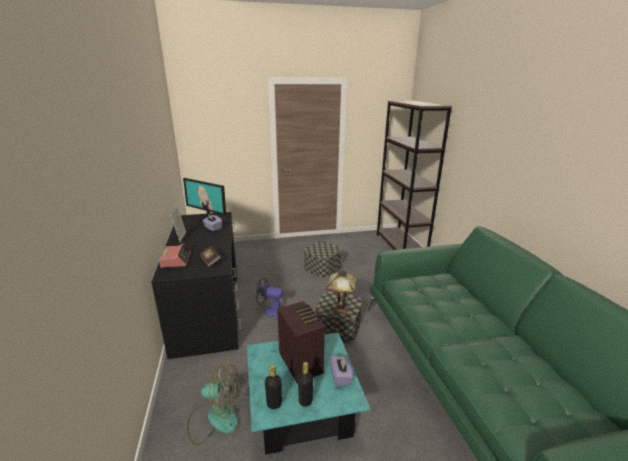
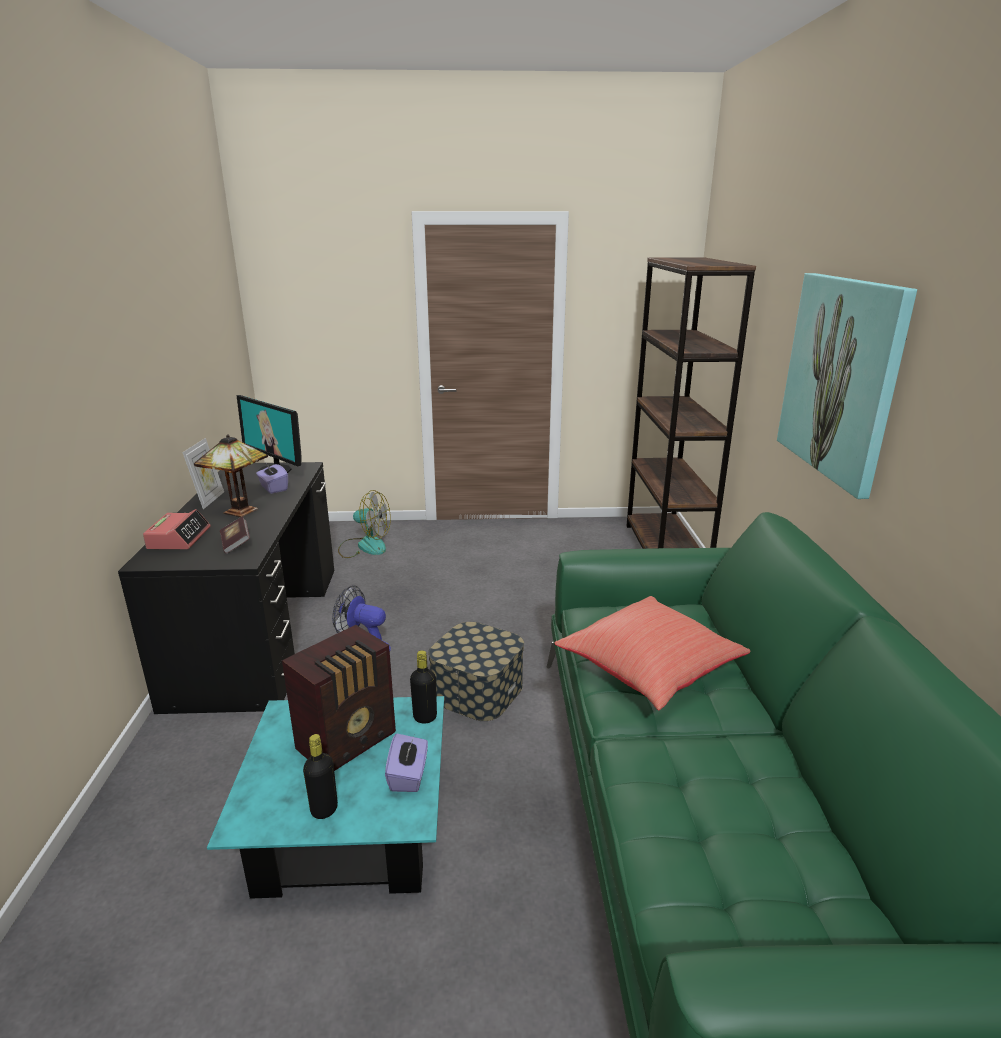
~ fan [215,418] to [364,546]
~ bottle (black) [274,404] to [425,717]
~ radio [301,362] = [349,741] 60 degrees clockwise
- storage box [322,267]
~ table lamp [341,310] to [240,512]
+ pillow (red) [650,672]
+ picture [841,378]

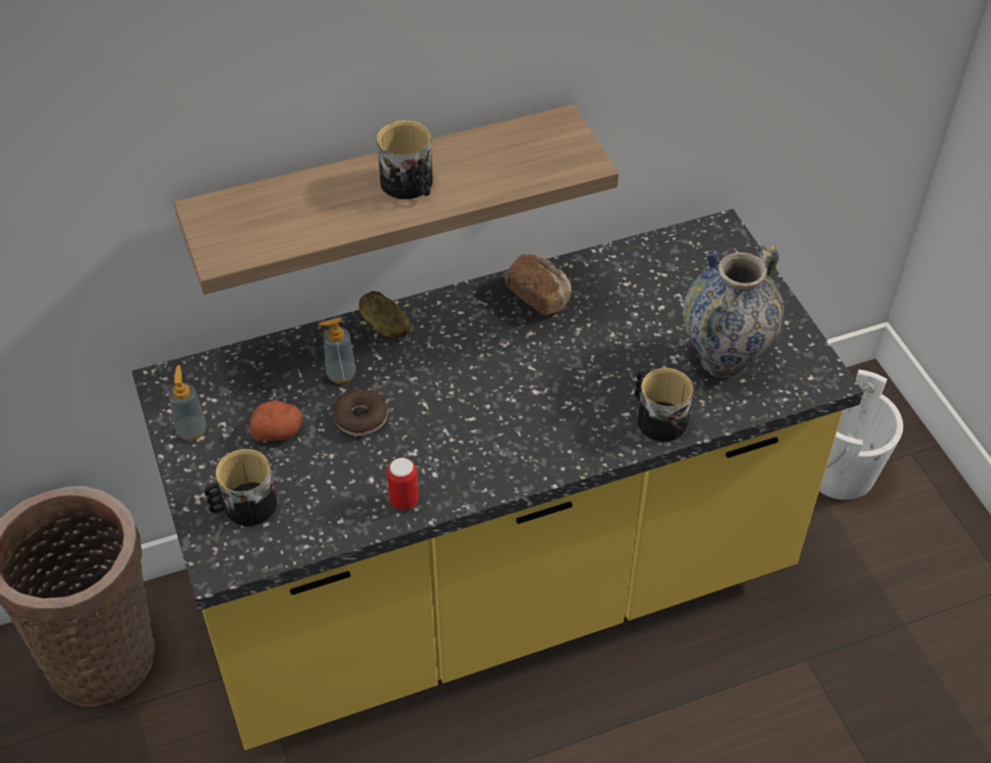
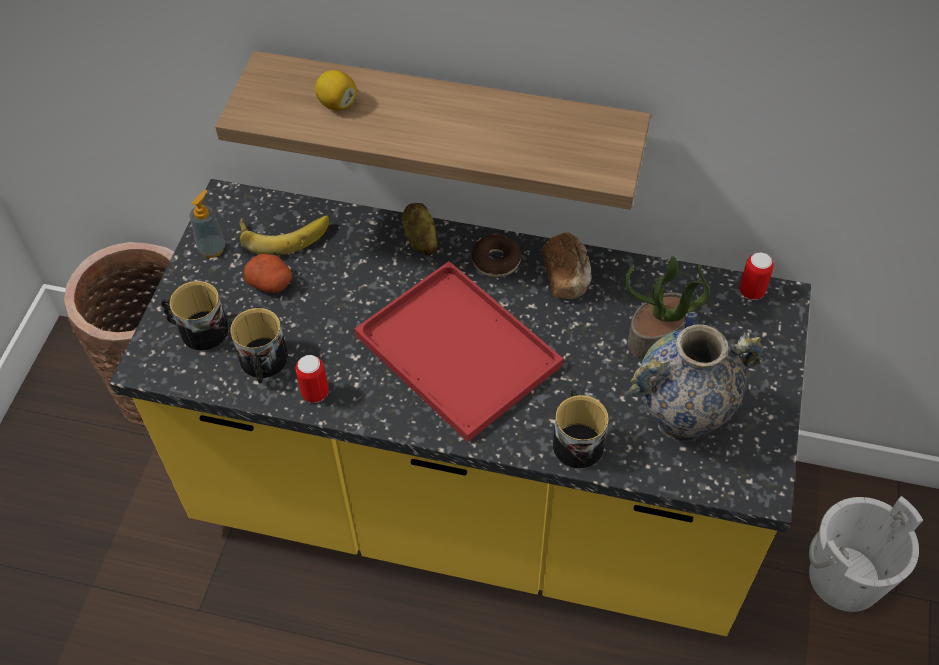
- soap dispenser [341,374]
~ donut [361,418] to [496,261]
~ mug [410,185] to [263,363]
+ banana [284,232]
+ lemon [337,103]
+ tray (red) [462,352]
+ potted plant [657,337]
+ can [751,291]

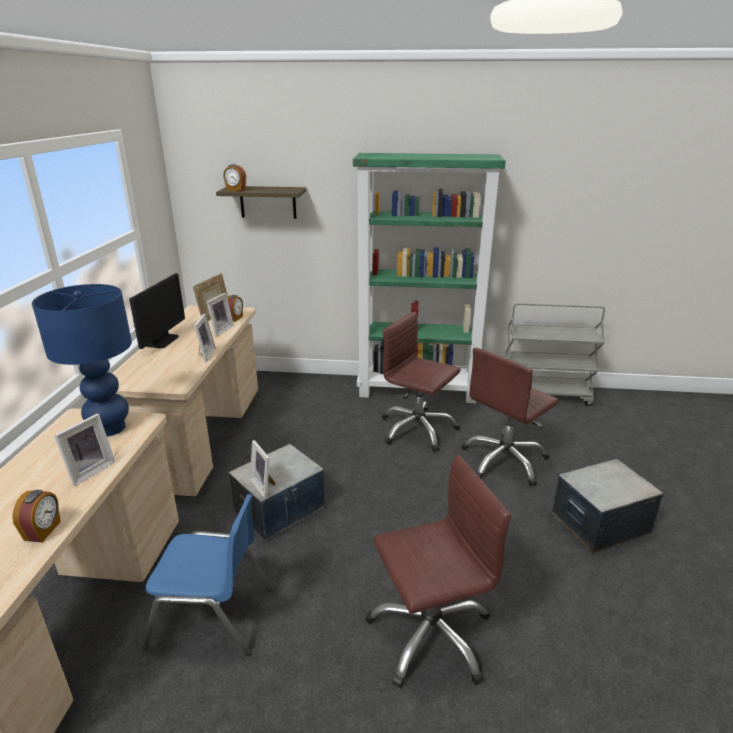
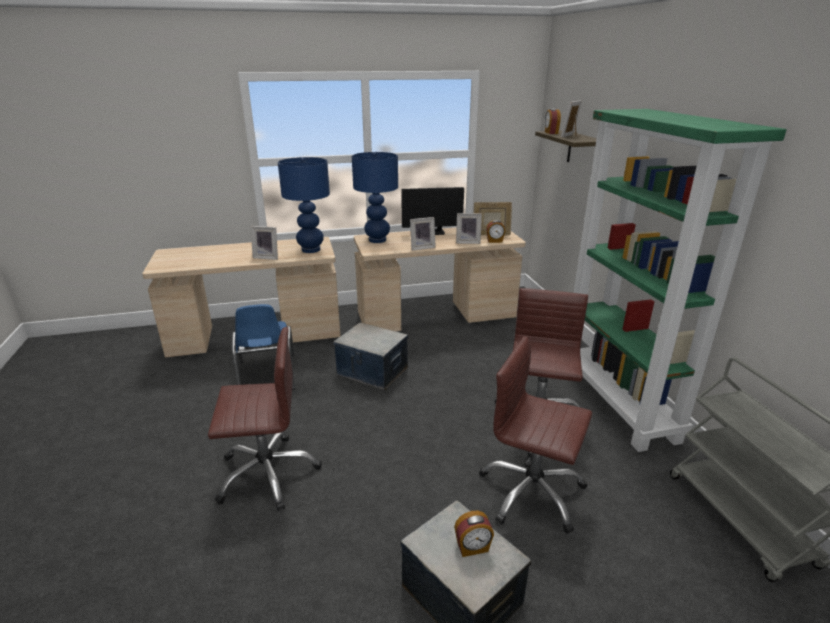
~ alarm clock [43,531] to [472,547]
~ picture frame [264,485] to [571,136]
~ office chair (brown) [430,634] = [267,473] 60 degrees counterclockwise
+ table lamp (blue) [377,240]

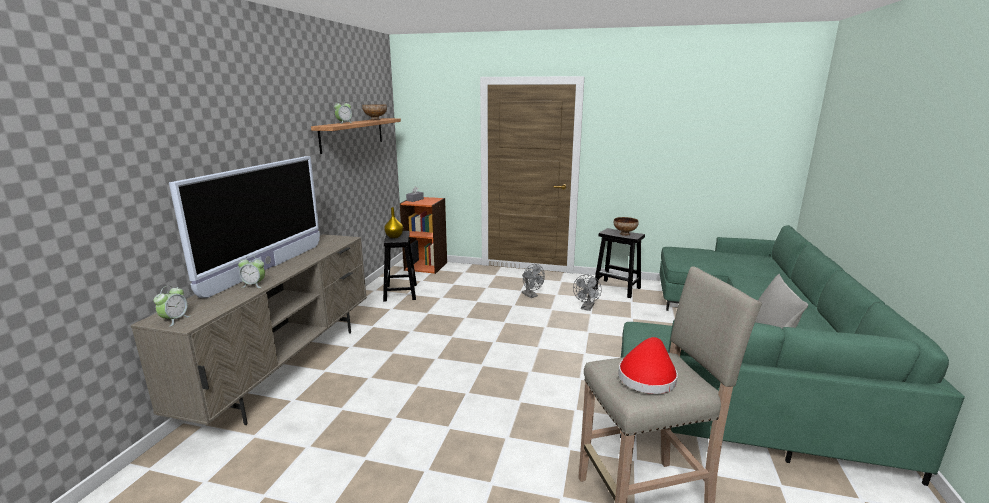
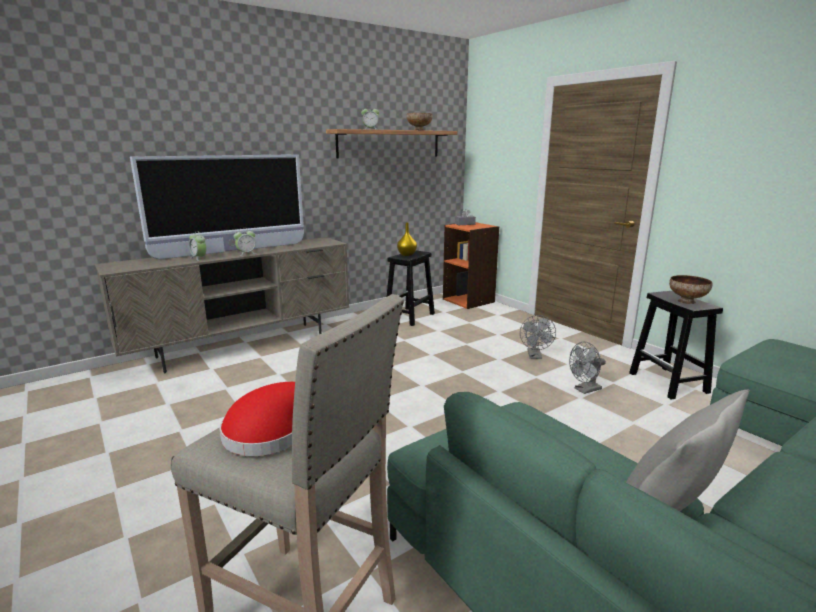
~ alarm clock [175,320] to [246,254]

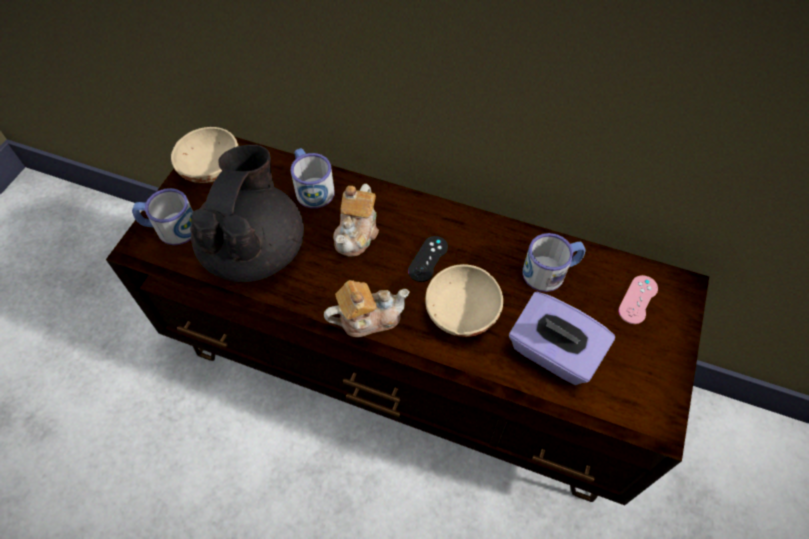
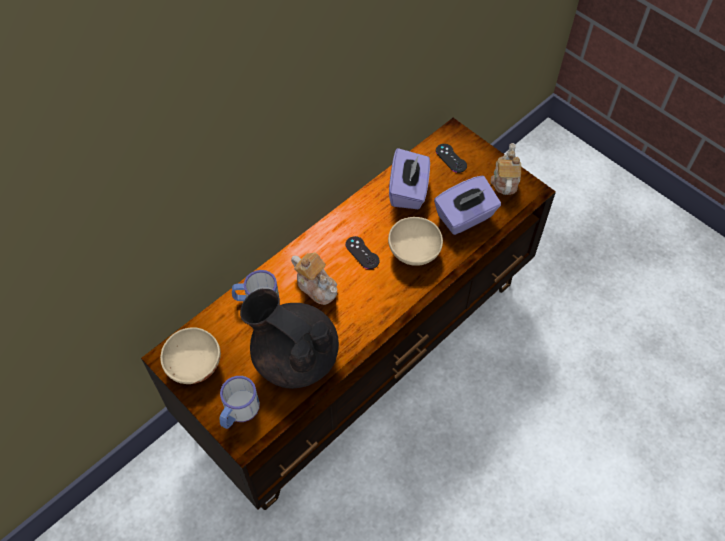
~ teapot [368,317] to [505,180]
~ mug [551,271] to tissue box (purple) [408,191]
~ game controller (pink) [638,299] to game controller (black) [451,158]

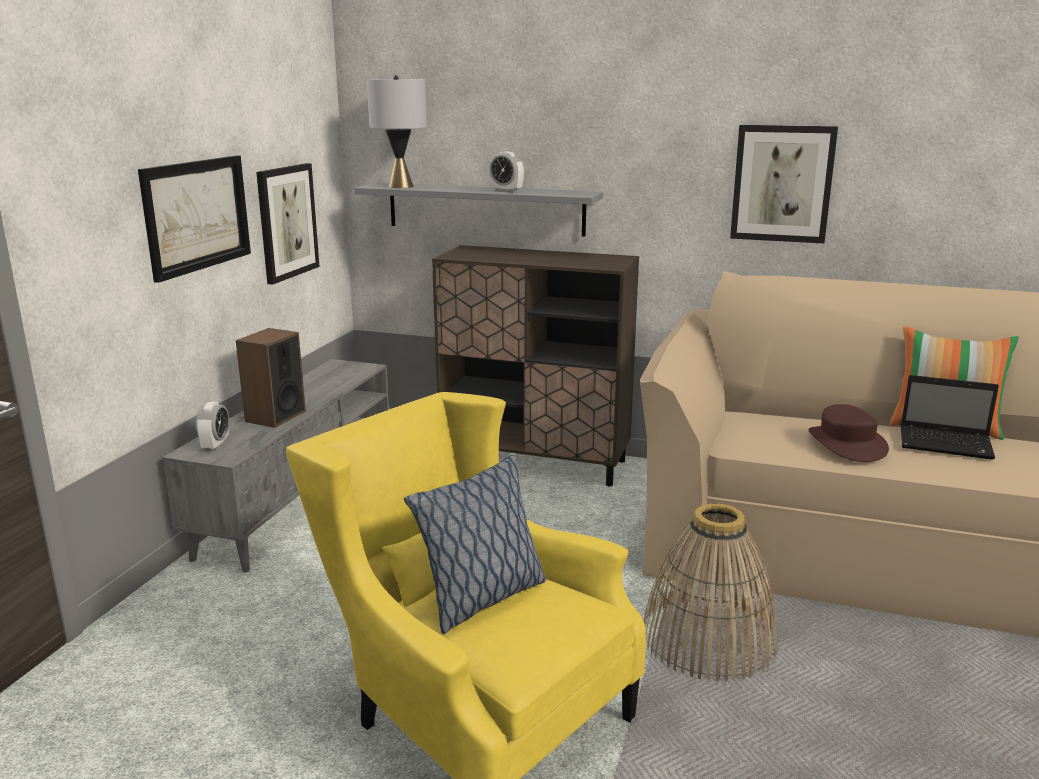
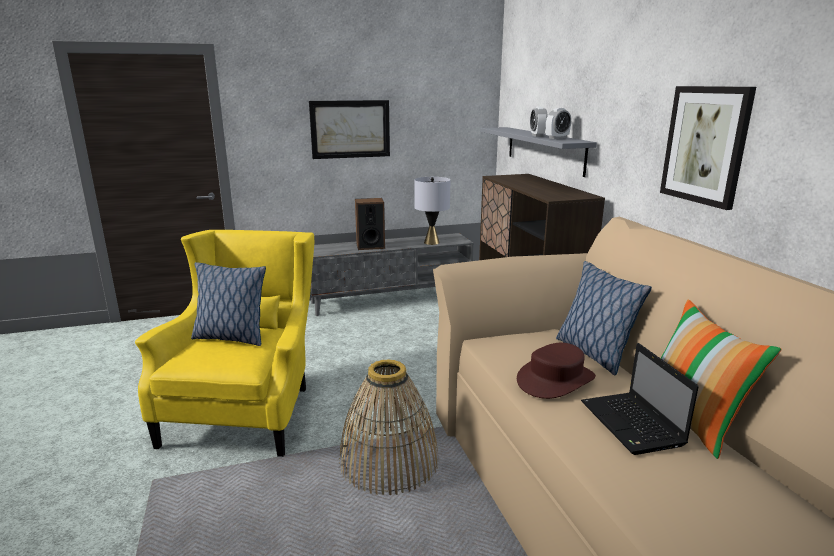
~ alarm clock [215,446] to [557,138]
- picture [287,222]
~ table lamp (grey) [401,186] to [432,242]
+ pillow [593,353]

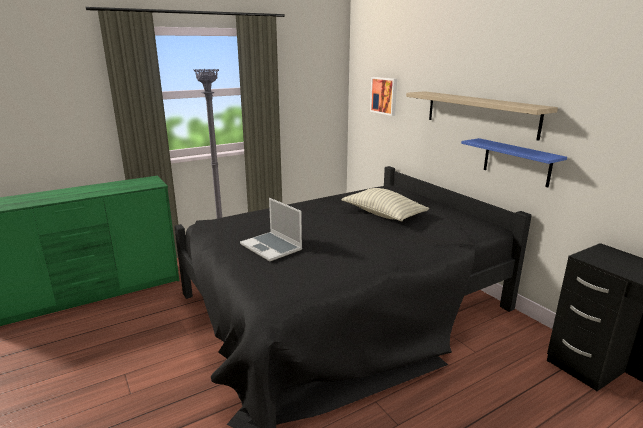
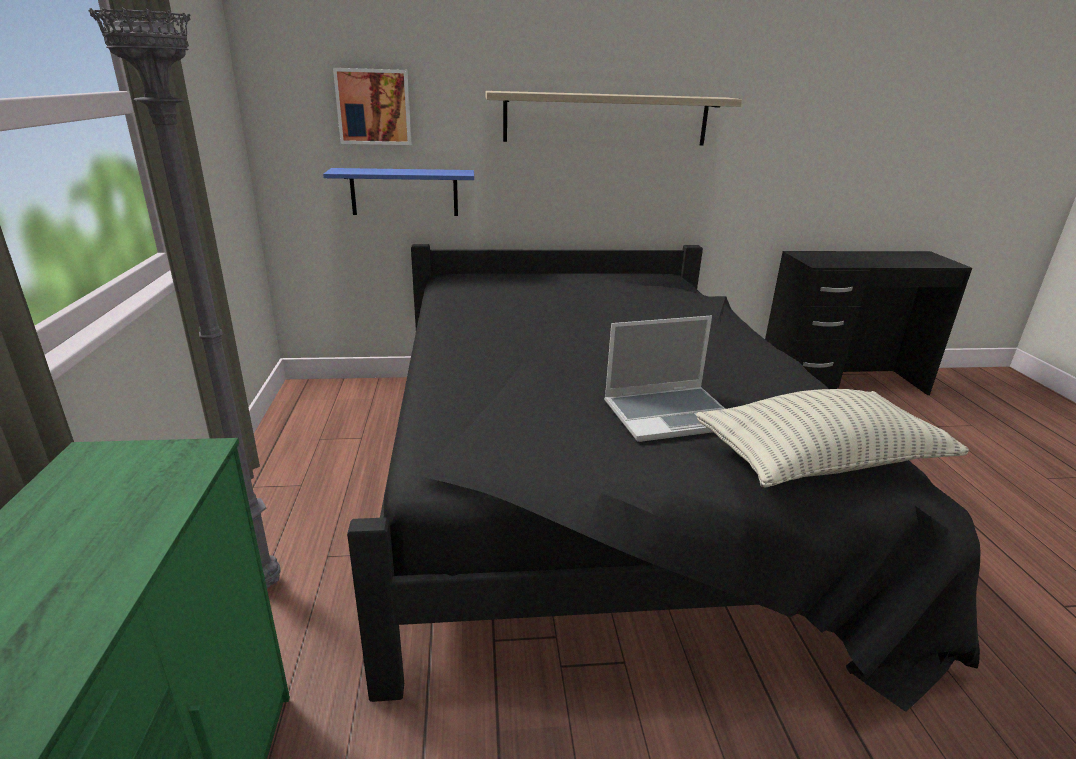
~ pillow [383,215] to [819,462]
~ shelf (blue) [516,162] to [404,192]

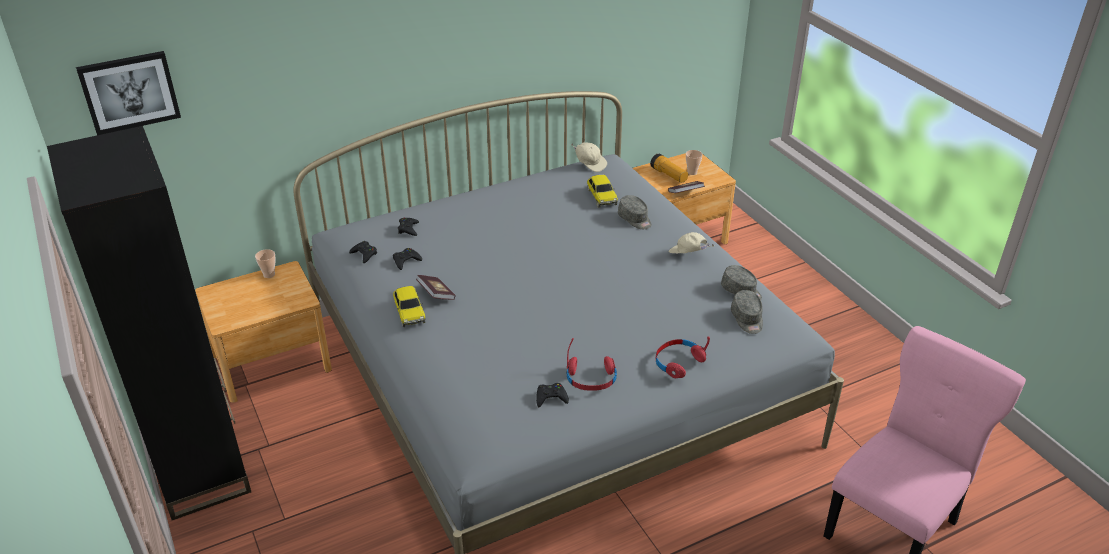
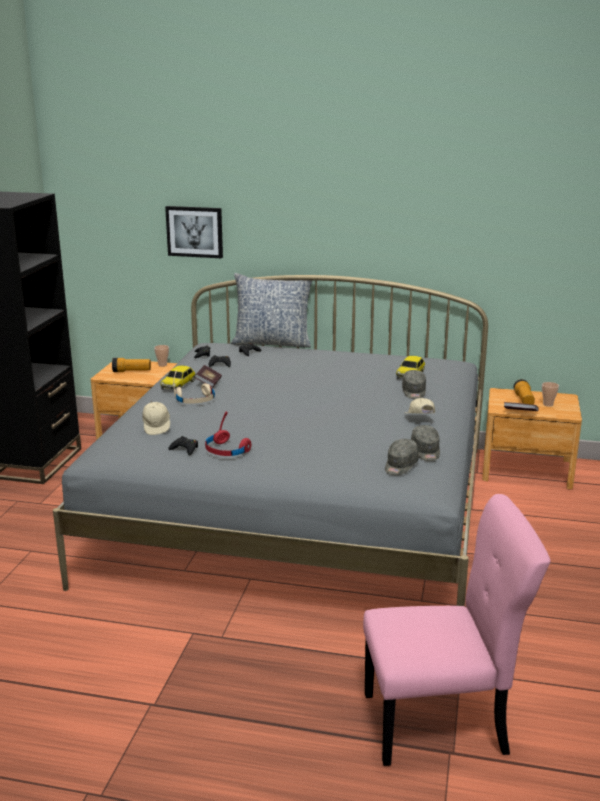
~ picture [129,91] to [195,231]
~ cap (beige) [590,164] to [157,427]
- headphones (red) [678,362]
+ flashlight [132,371]
+ headphones (beige) [195,400]
+ pillow [272,343]

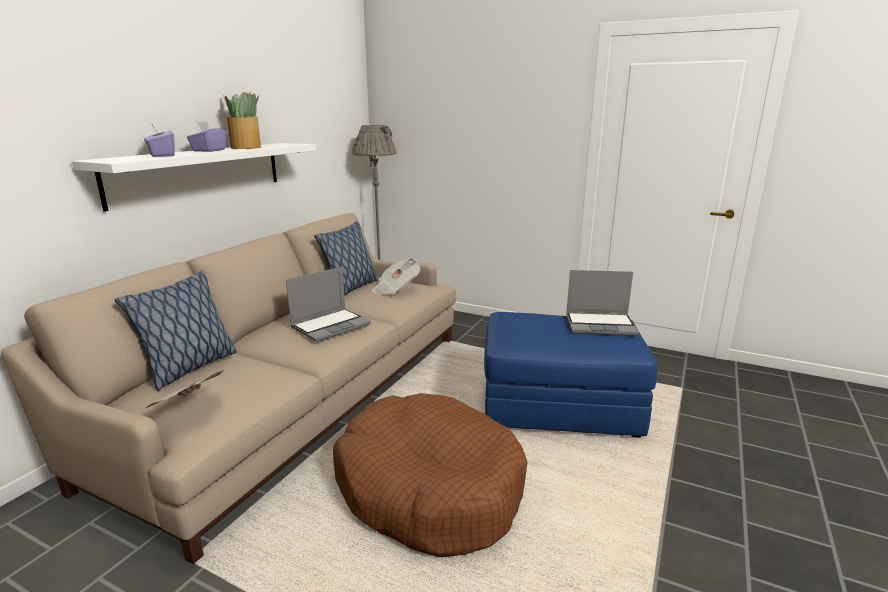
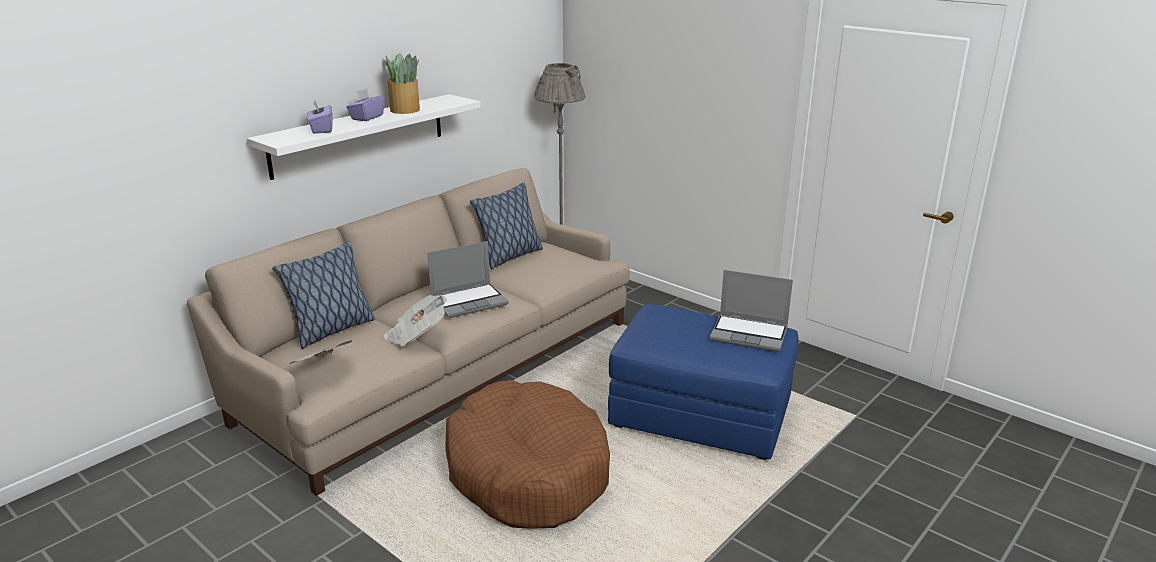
~ newspaper [396,289] to [416,335]

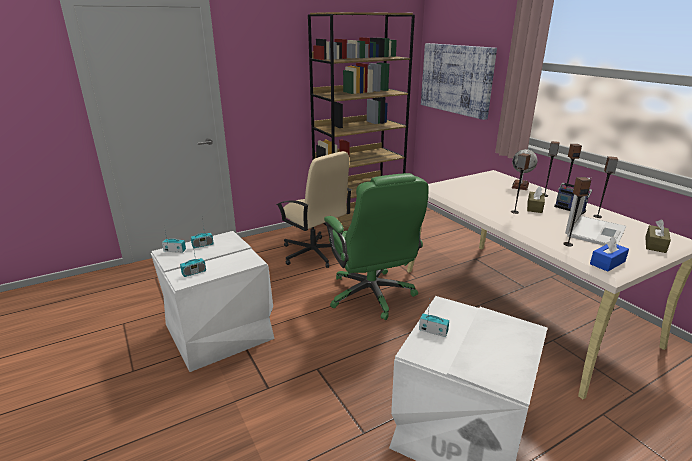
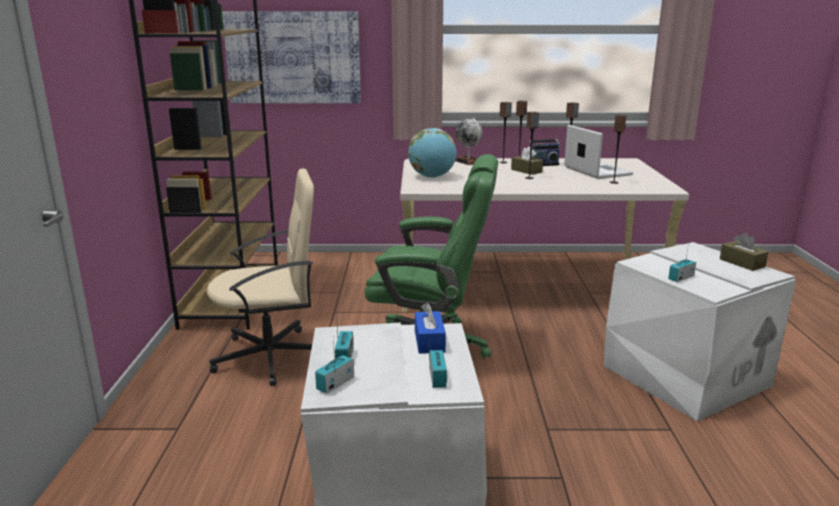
~ tissue box (blue) [607,263] to [429,341]
~ tissue box (brown) [655,244] to [742,263]
+ globe [432,177]

